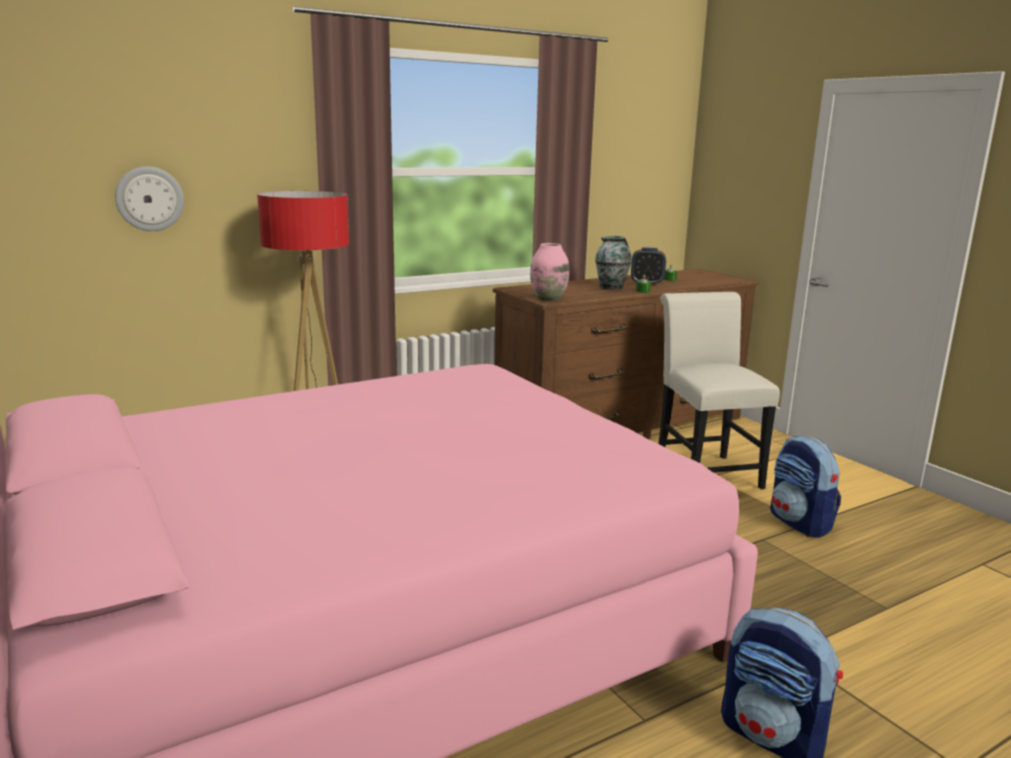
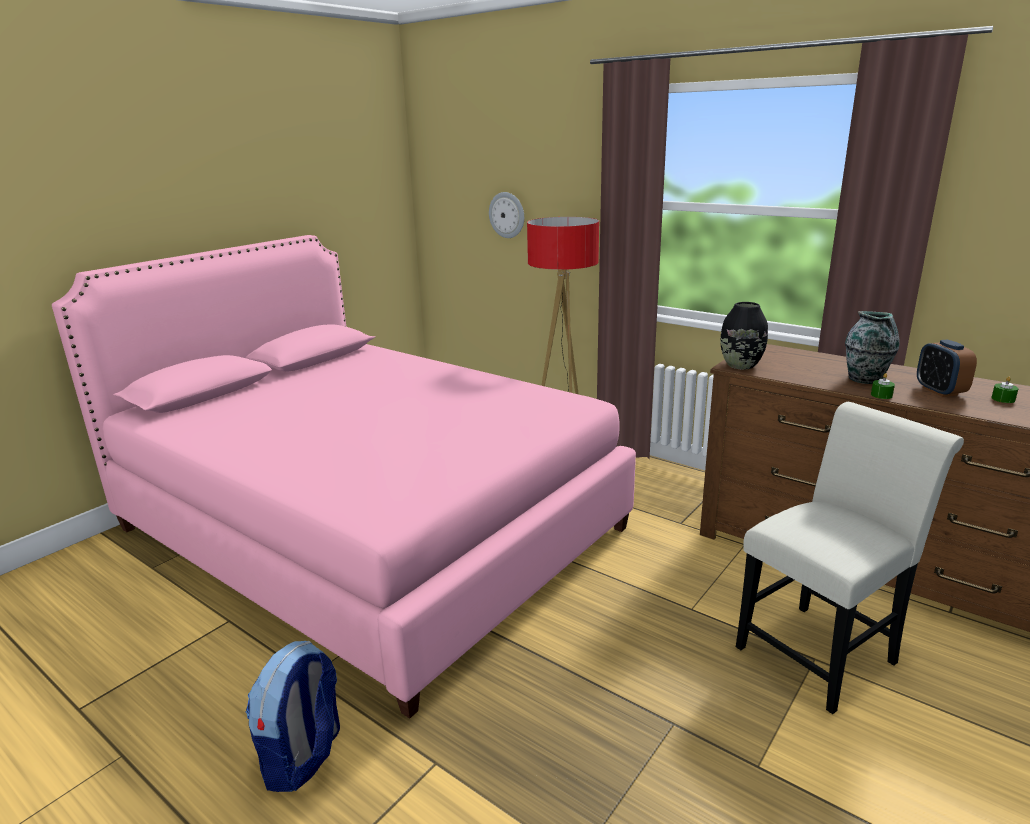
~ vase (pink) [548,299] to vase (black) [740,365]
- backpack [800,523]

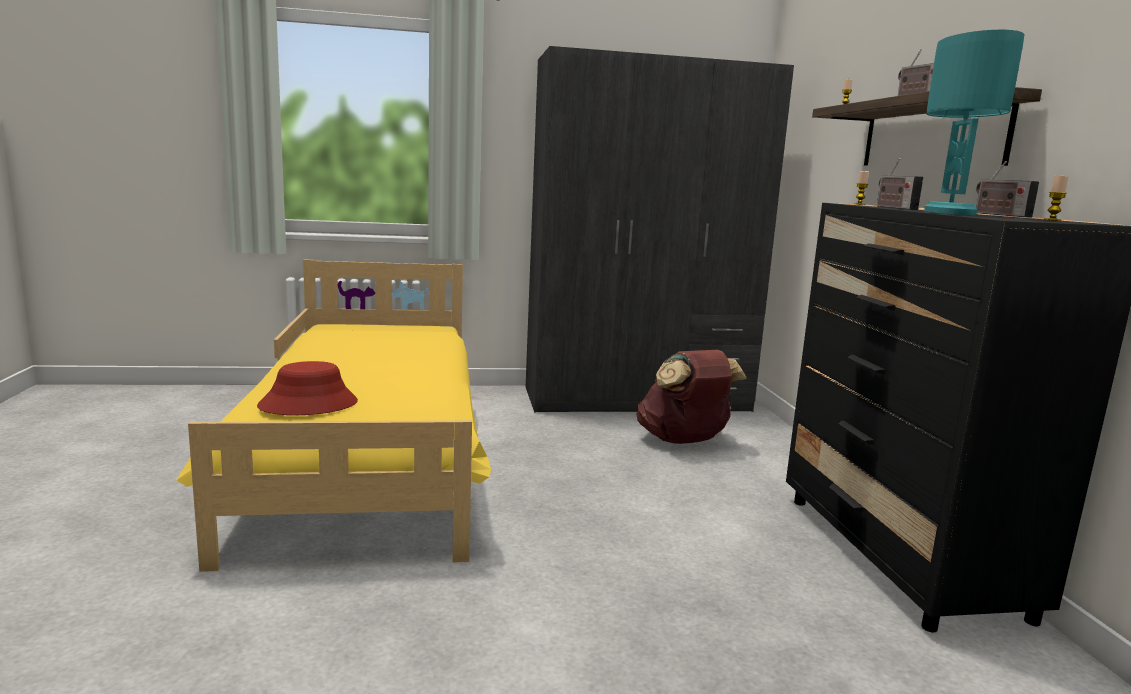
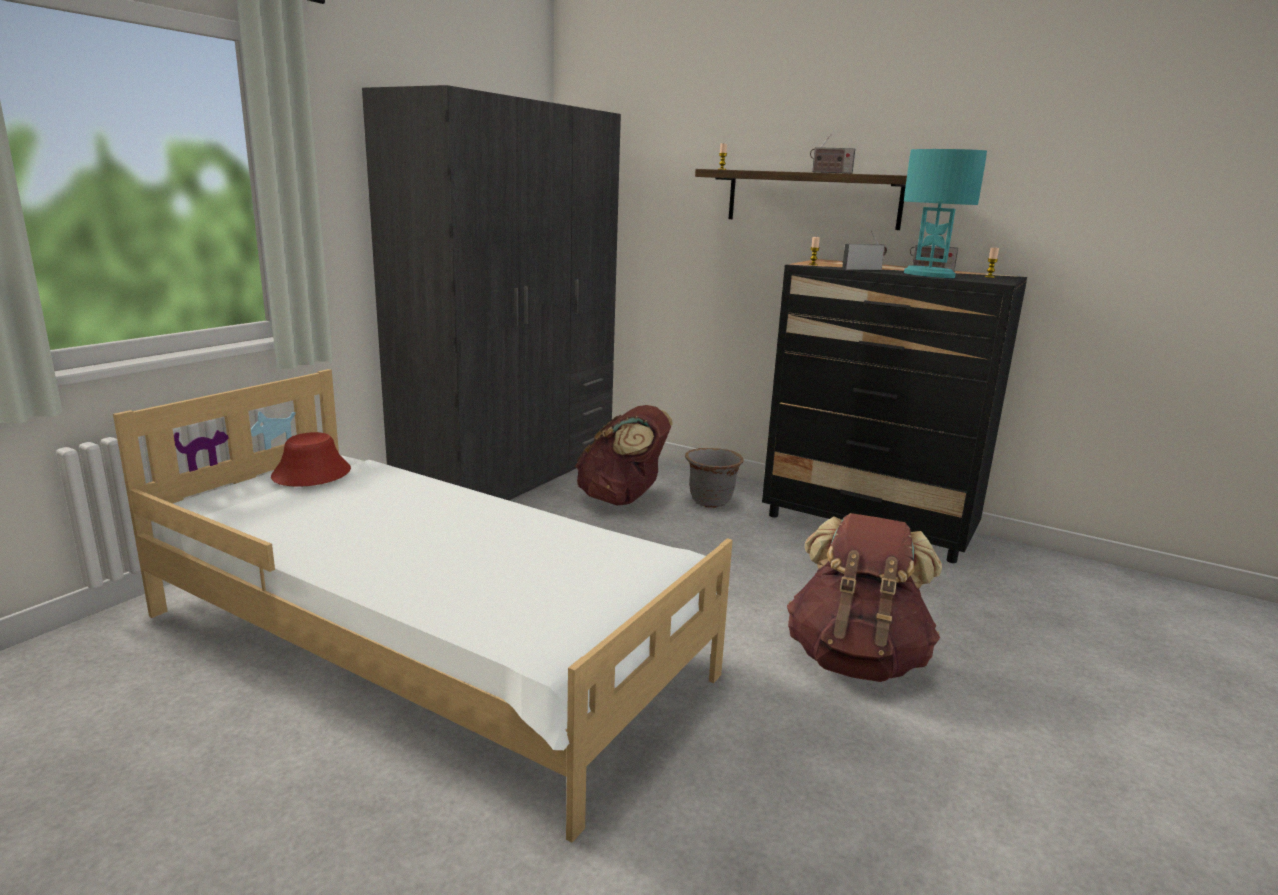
~ bed (yellow) [370,457] to bed (white) [429,644]
~ hat (red) [308,404] to [311,474]
~ radio [894,207] = [863,269] 135 degrees clockwise
+ planter (grey) [710,501]
+ backpack (brown) [856,659]

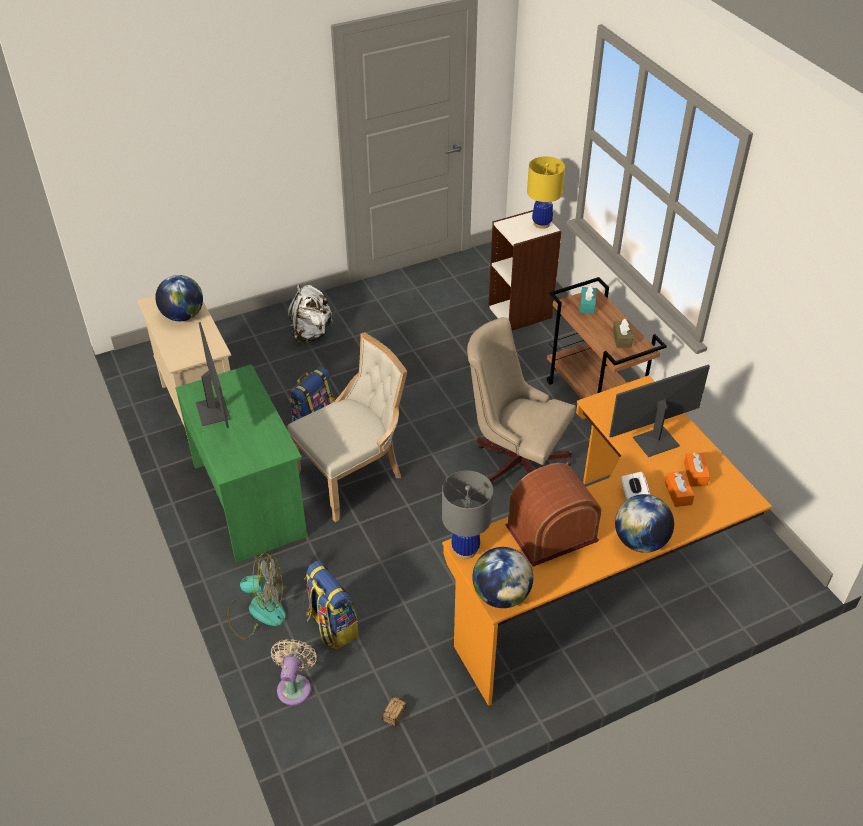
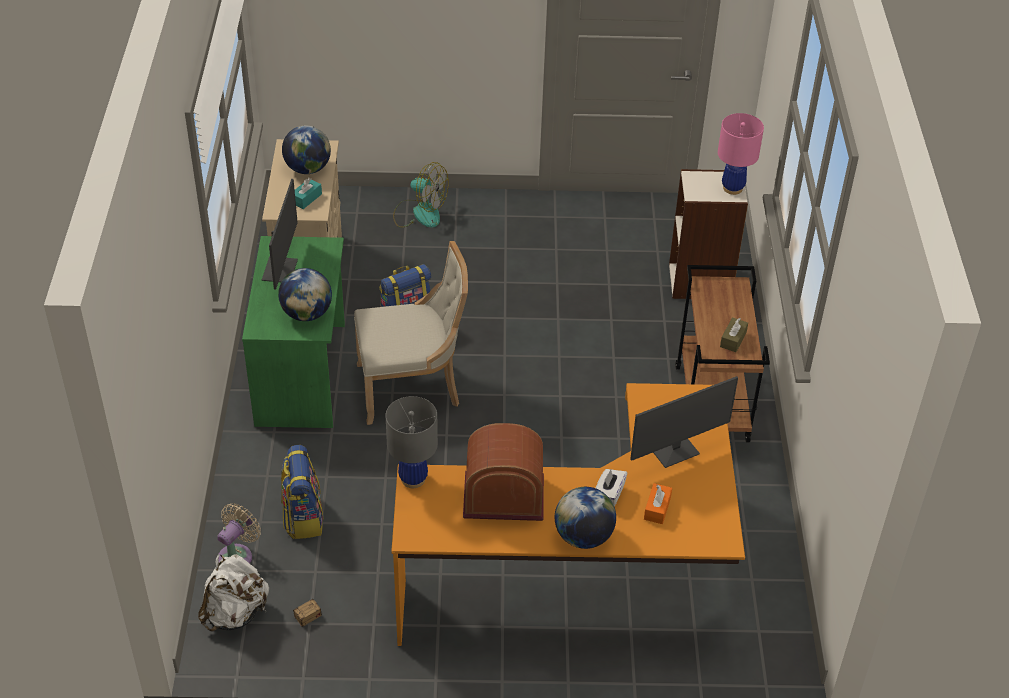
~ fan [257,611] to [419,213]
~ backpack (white) [311,333] to [235,613]
- office chair (beige) [514,462]
~ globe [501,595] to [307,314]
~ table lamp (yellow) [541,223] to table lamp (pink) [732,188]
~ tissue box (turquoise) [587,304] to [306,198]
~ monitor [655,441] = [674,451] 150 degrees clockwise
- tissue box (orange) [695,474]

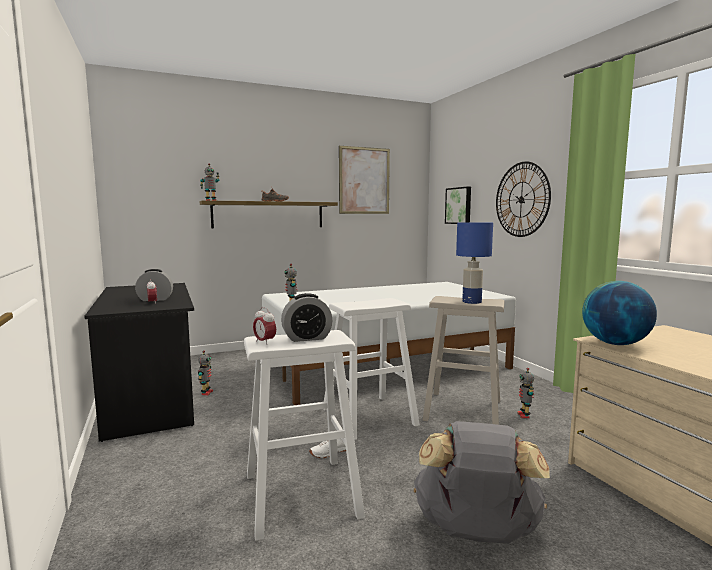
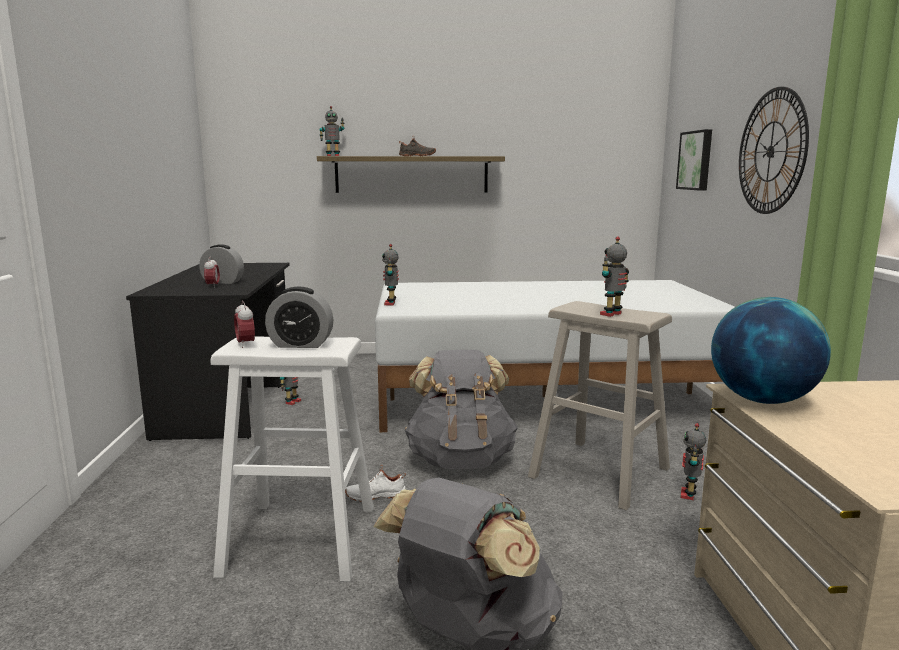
~ stool (white) [369,416] to backpack (grey) [461,460]
- picture [364,180]
~ table lamp (blue) [472,302] to toy robot [612,314]

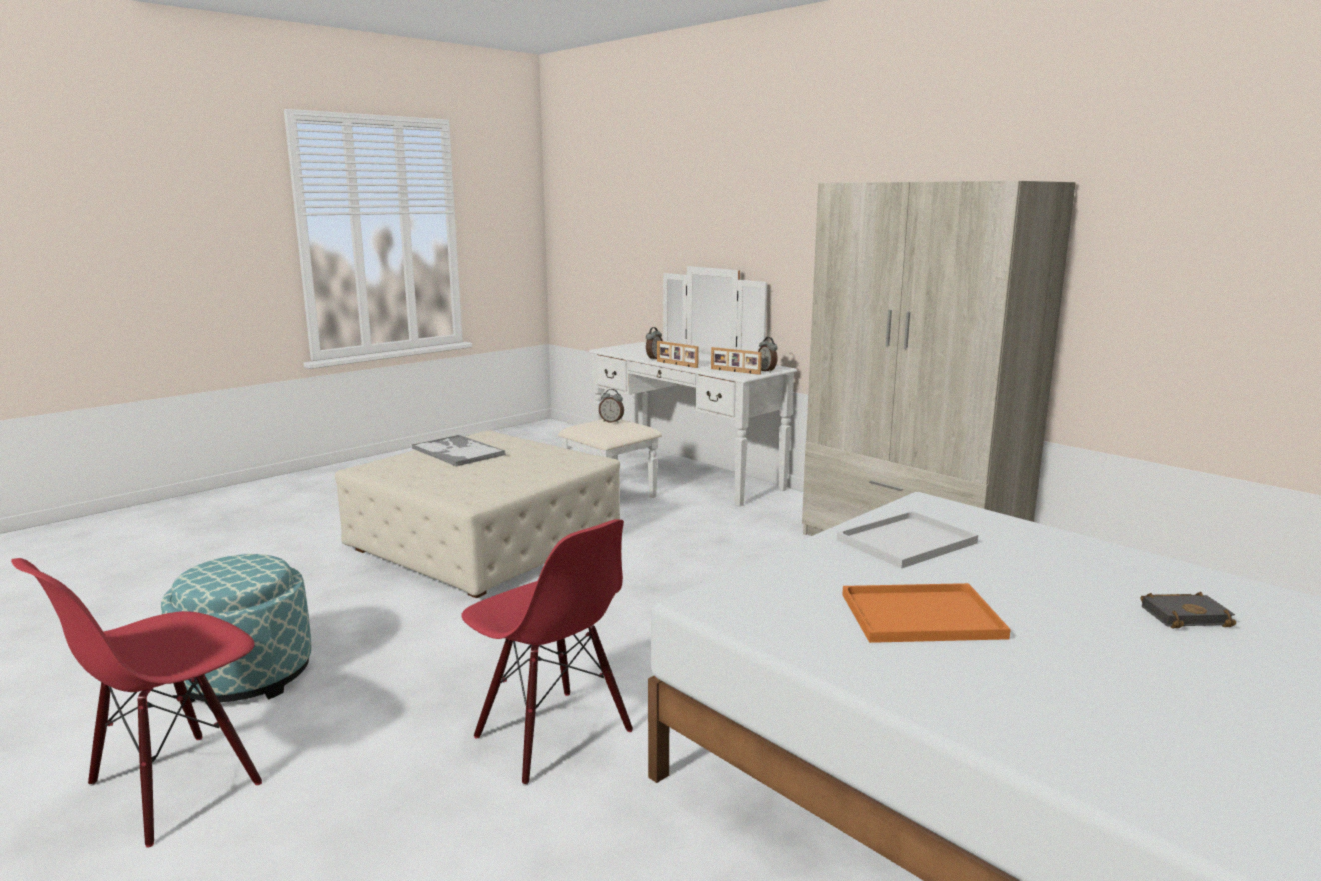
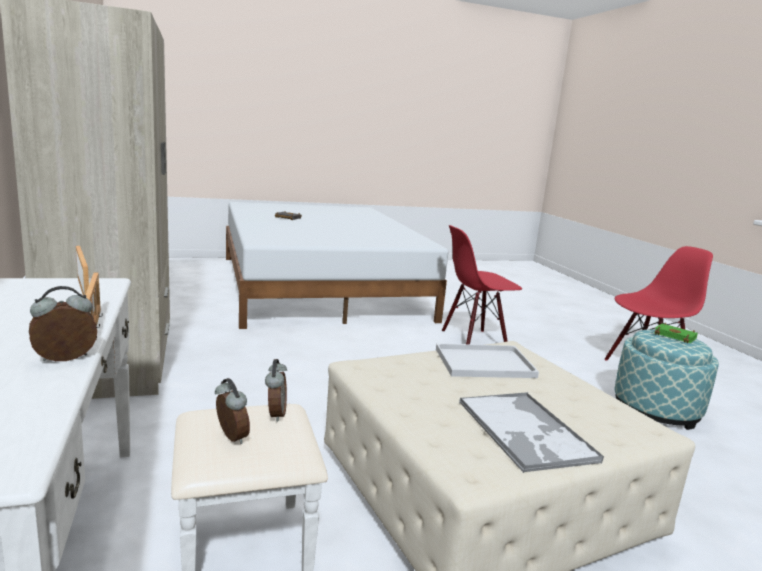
~ chair (red) [552,735] = [473,341] 90 degrees counterclockwise
~ alarm clock [767,371] to [275,414]
~ tray (white) [906,542] to [486,362]
- tray (orange) [923,615]
+ book (green) [676,336]

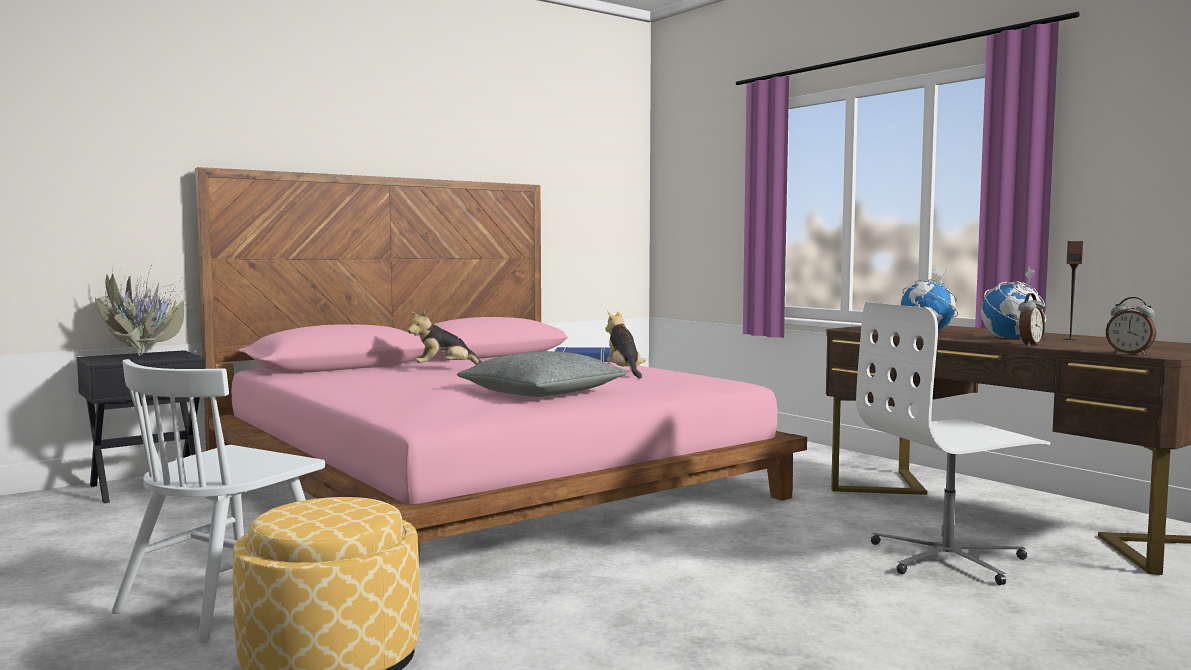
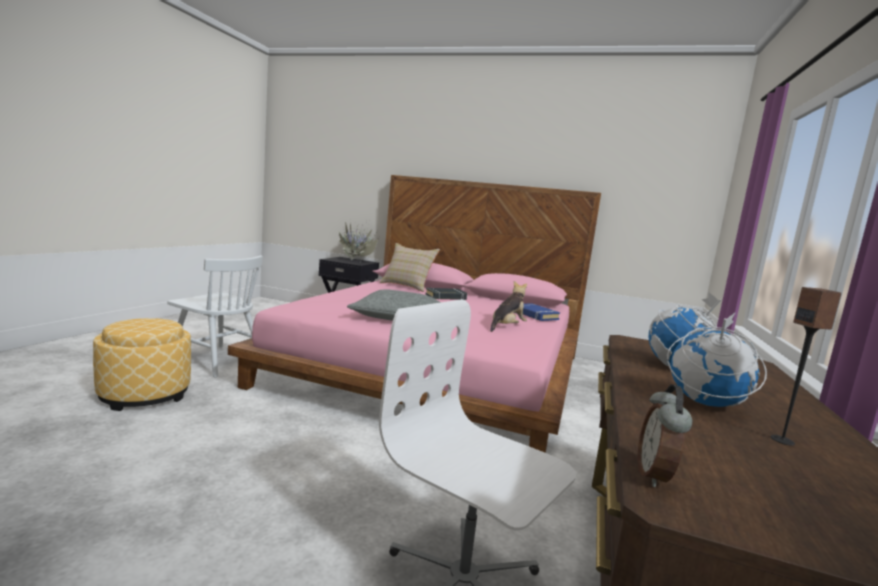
~ chair (white) [226,600] = [217,361] 150 degrees counterclockwise
~ plush toy [444,368] to book (black) [446,297]
- alarm clock [1029,344]
+ pillow (beige) [407,286]

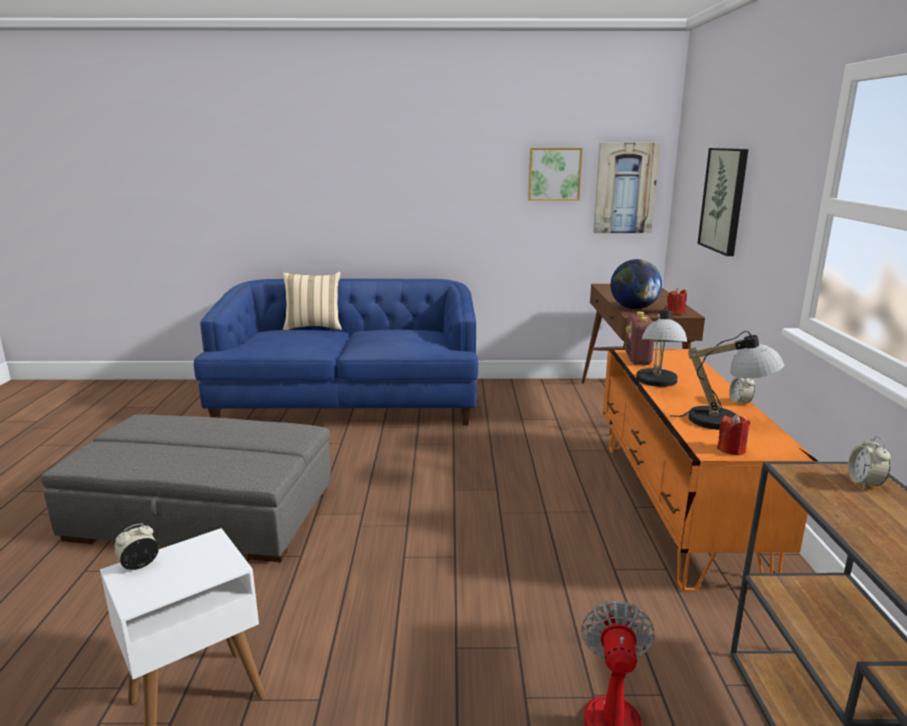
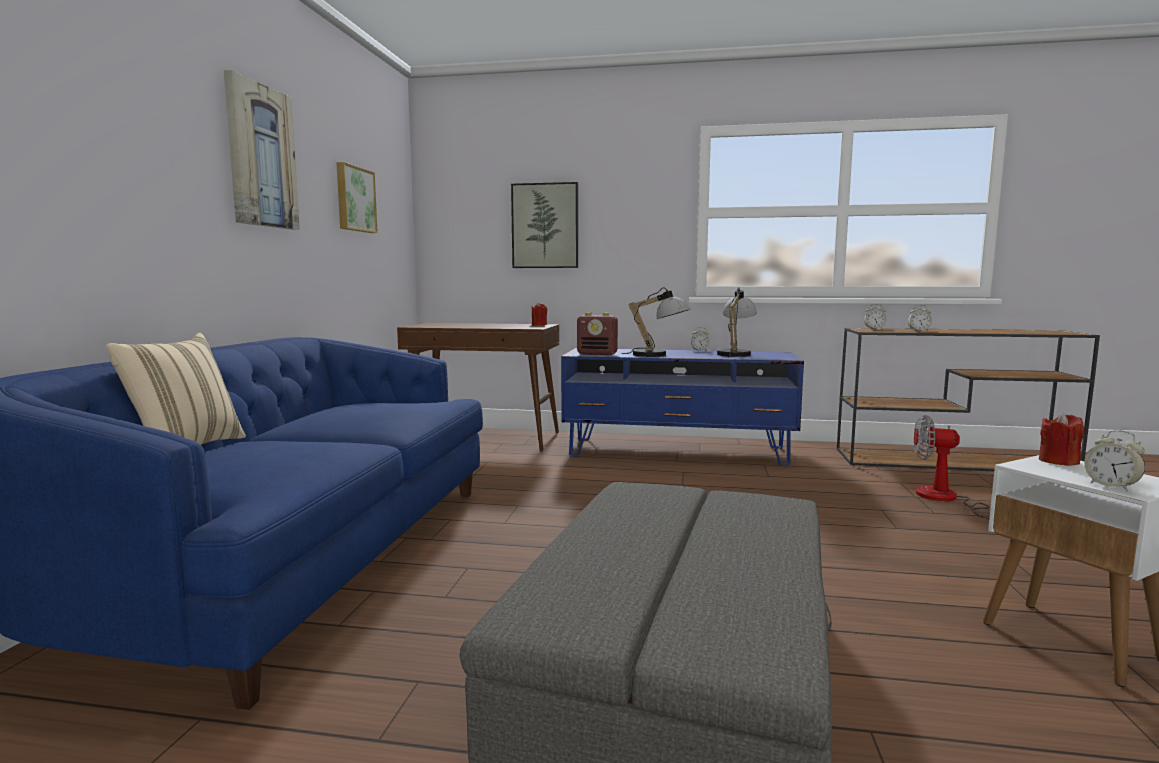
~ picture [625,188] to [261,156]
~ tv stand (orange) [676,507] to tv stand (blue) [677,451]
- globe [633,308]
~ candle (red) [731,449] to [1058,461]
+ alarm clock [918,331]

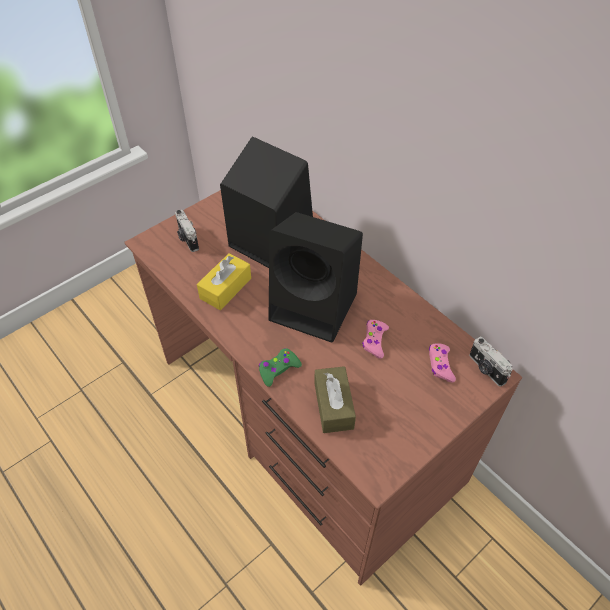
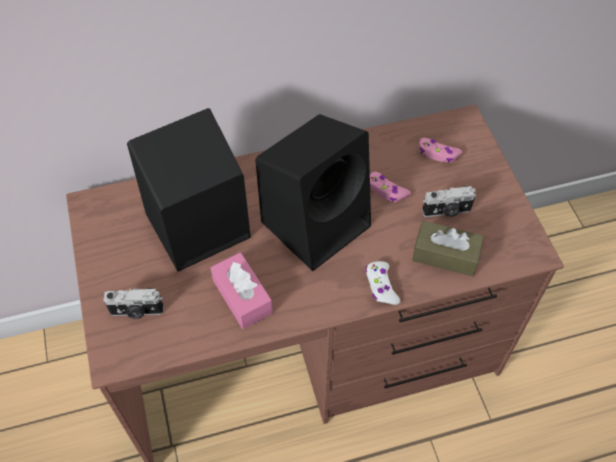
~ tissue box (yellow) [225,288] to tissue box (pink) [242,297]
~ game controller (green) [278,369] to game controller (white) [381,286]
~ photo camera [486,369] to [447,211]

